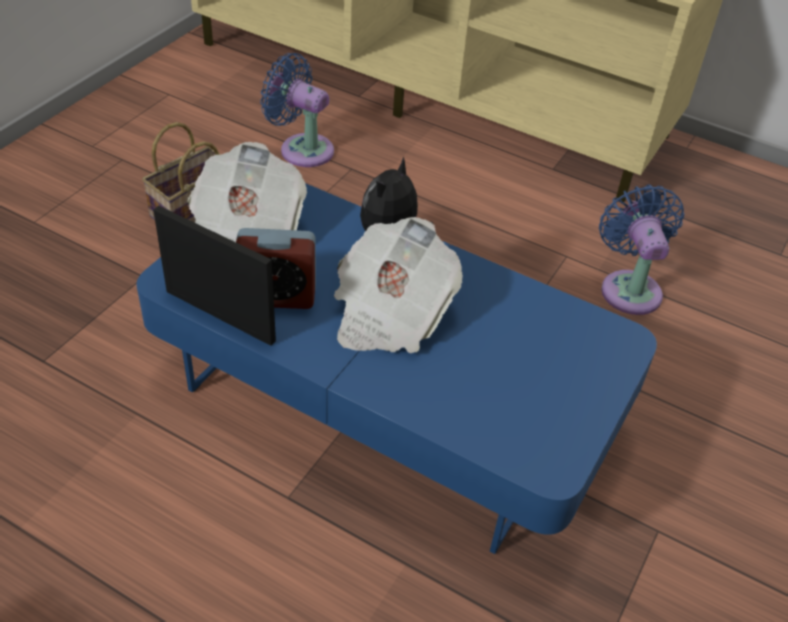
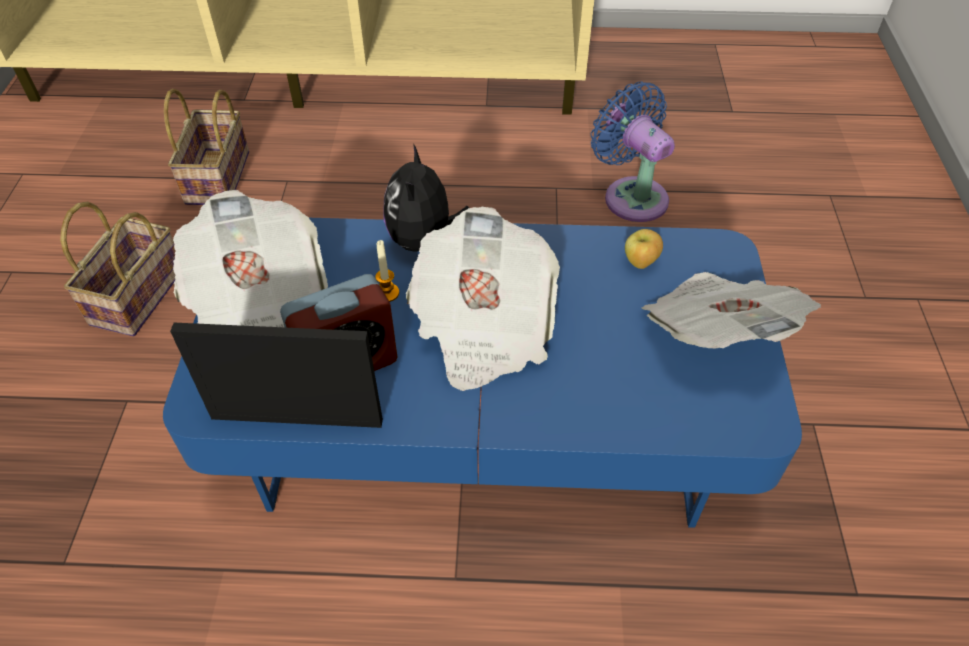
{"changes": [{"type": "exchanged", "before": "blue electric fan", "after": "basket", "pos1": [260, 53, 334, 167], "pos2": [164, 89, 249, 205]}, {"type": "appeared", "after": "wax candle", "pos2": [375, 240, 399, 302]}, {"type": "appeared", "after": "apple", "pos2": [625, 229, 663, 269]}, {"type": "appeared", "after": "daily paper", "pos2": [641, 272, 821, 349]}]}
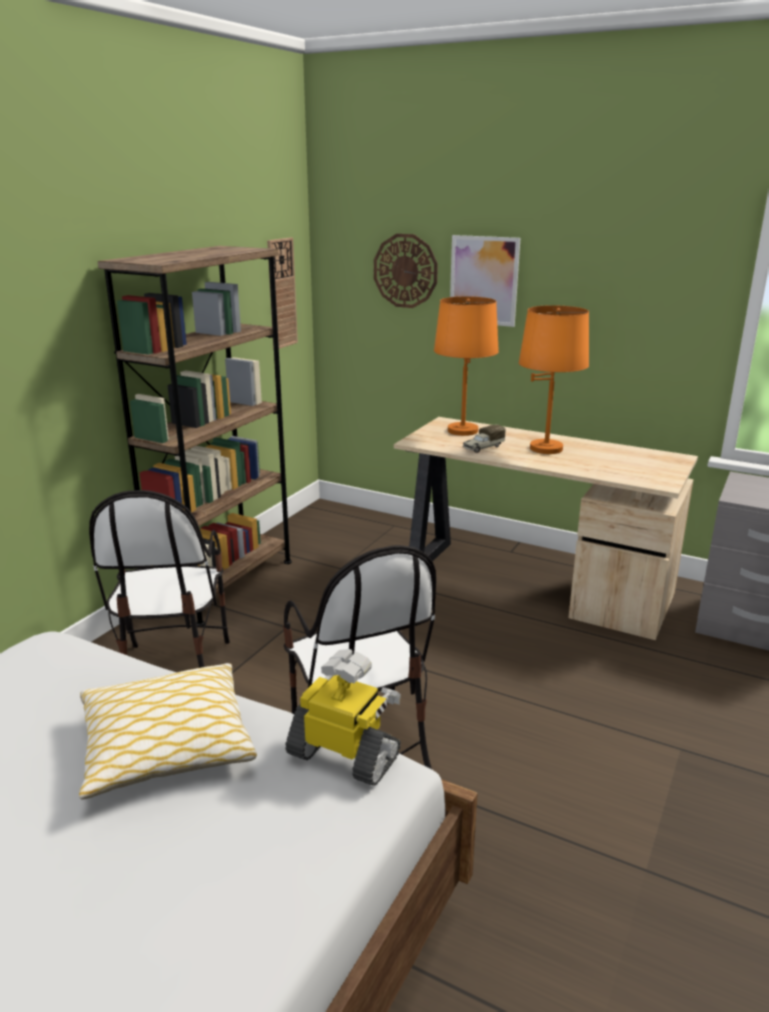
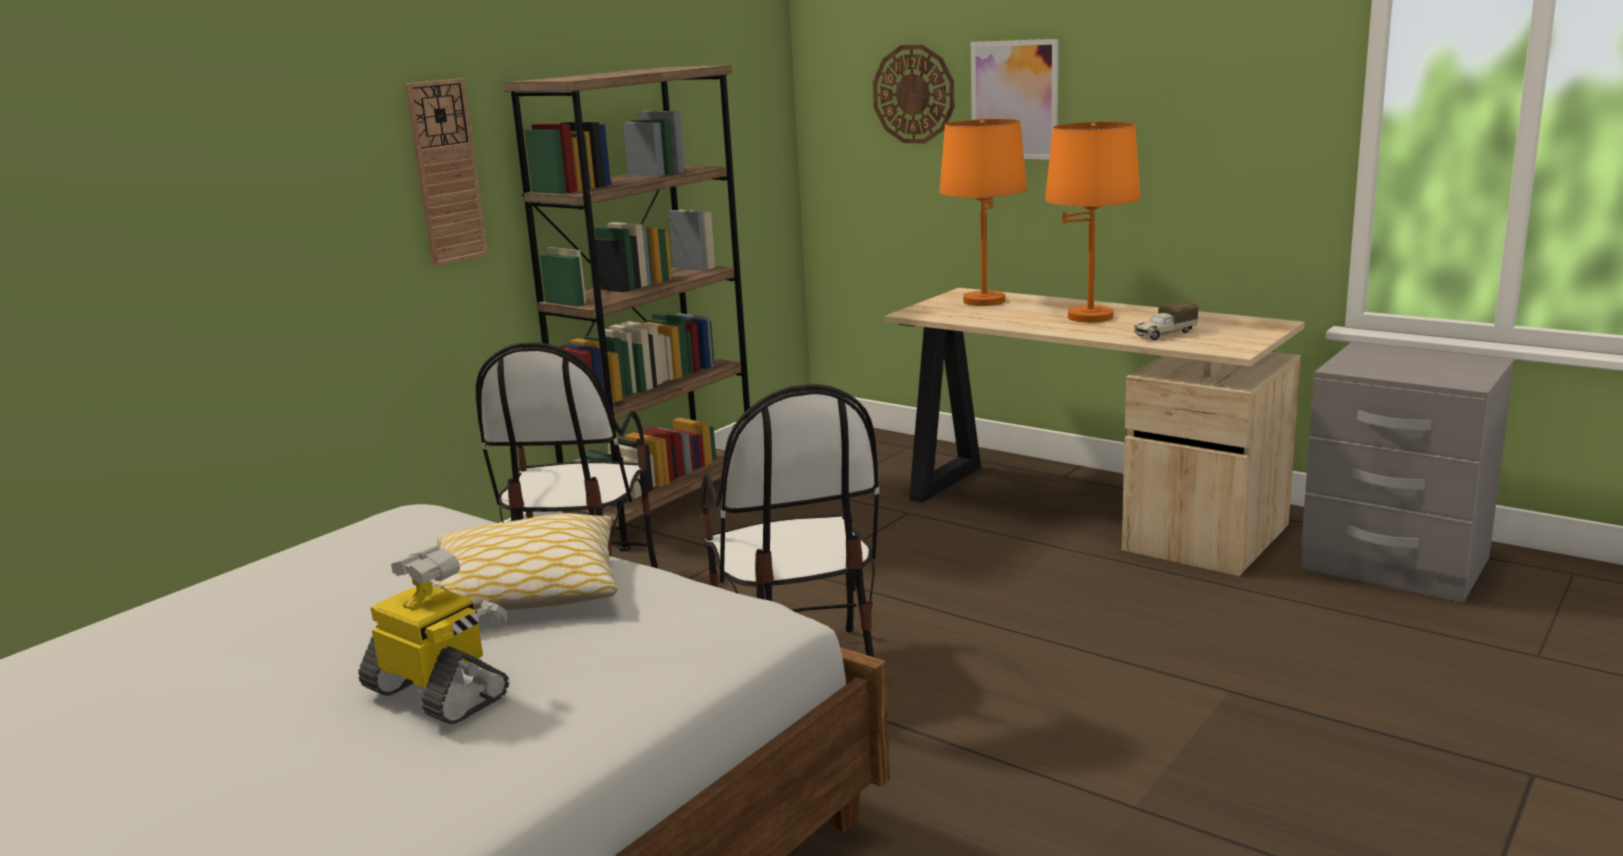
{"changes": [{"type": "relocated", "before": "clock on the wall", "pos1": [267, 237, 298, 349], "pos2": [405, 78, 488, 267]}, {"type": "relocated", "before": "model robot", "pos1": [285, 649, 401, 786], "pos2": [358, 545, 509, 724]}, {"type": "relocated", "before": "toy truck", "pos1": [463, 425, 506, 453], "pos2": [1134, 301, 1199, 340]}]}
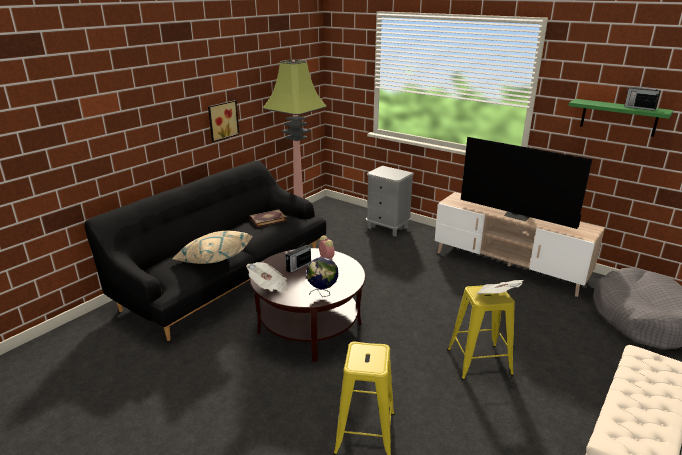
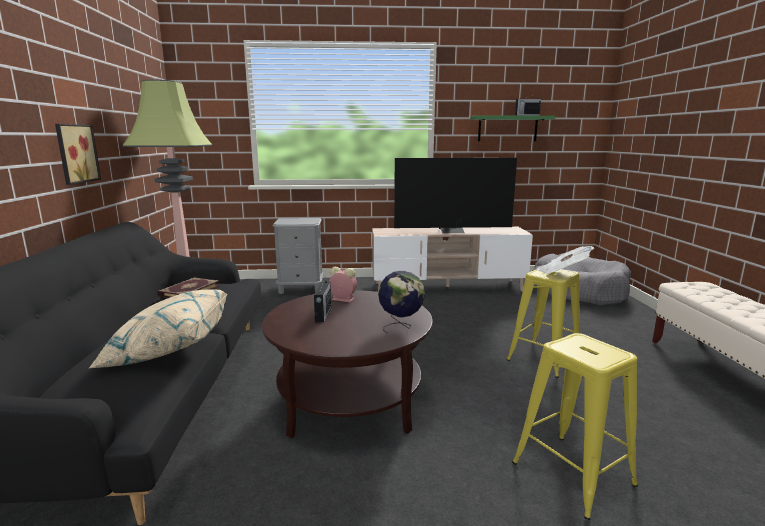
{"changes": [{"type": "missing", "before": "daily paper", "pos1": [246, 262, 288, 293]}]}
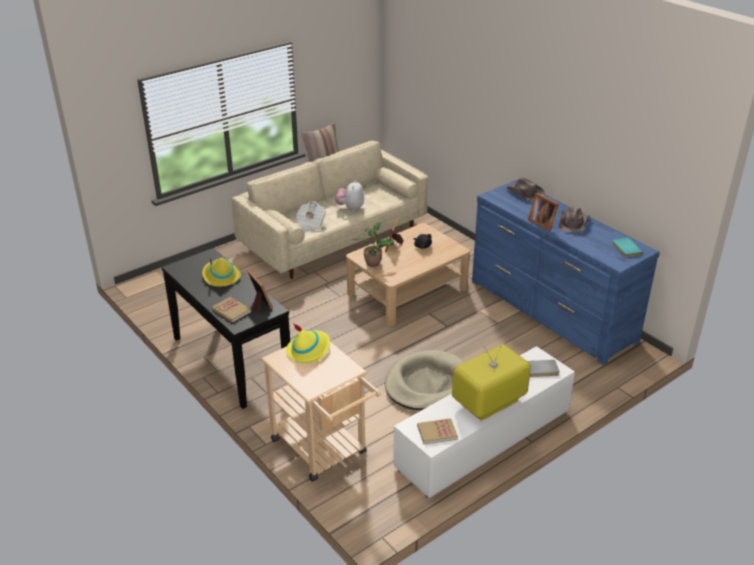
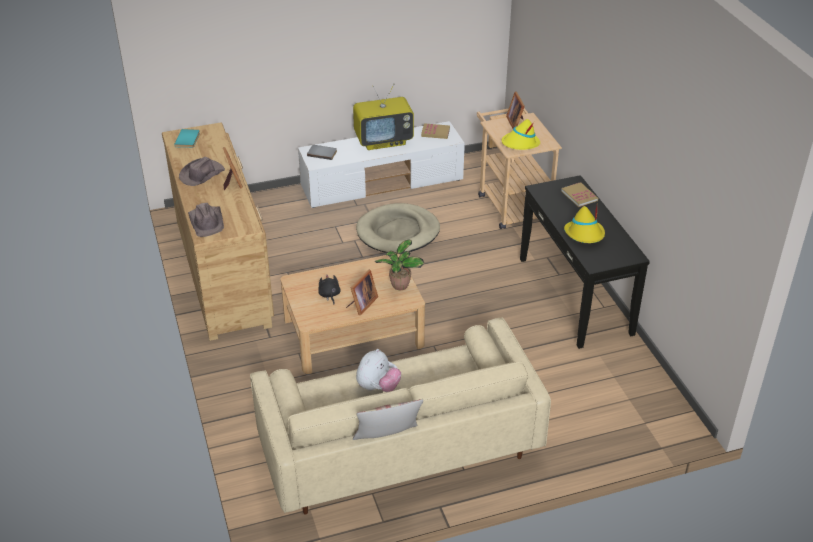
{"changes": [{"type": "relocated", "before": "standing frame", "pos1": [247, 270, 273, 313], "pos2": [506, 92, 525, 129]}, {"type": "missing", "before": "daily paper", "pos1": [296, 201, 326, 233]}, {"type": "colour", "before": "blue dresser", "after": "brown-coloured dresser", "pos1": [472, 180, 660, 365], "pos2": [162, 123, 274, 341]}]}
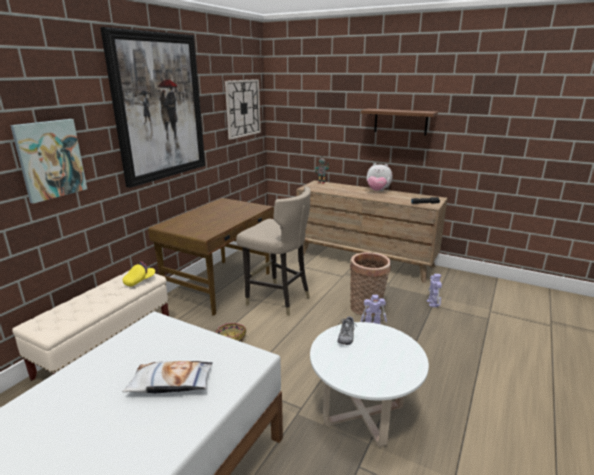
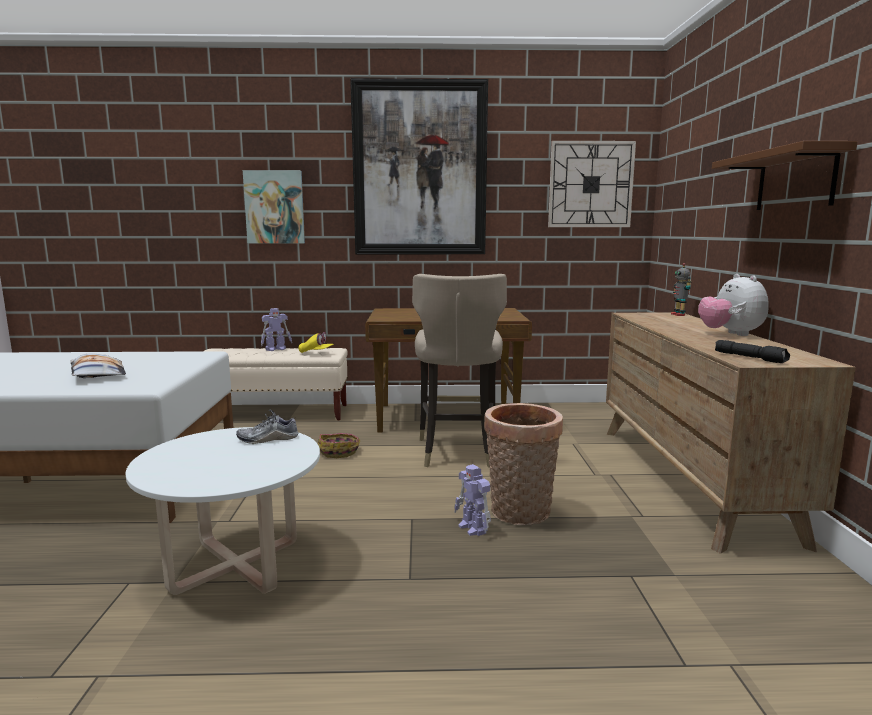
{"changes": [{"type": "relocated", "before": "model robot", "pos1": [427, 274, 442, 307], "pos2": [261, 308, 292, 351]}]}
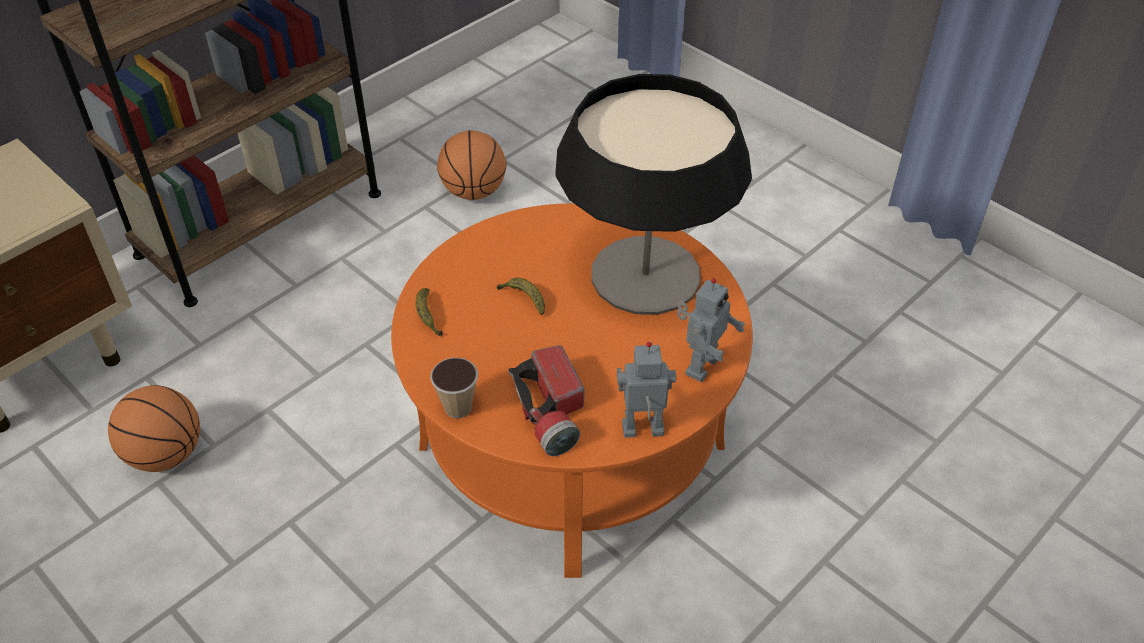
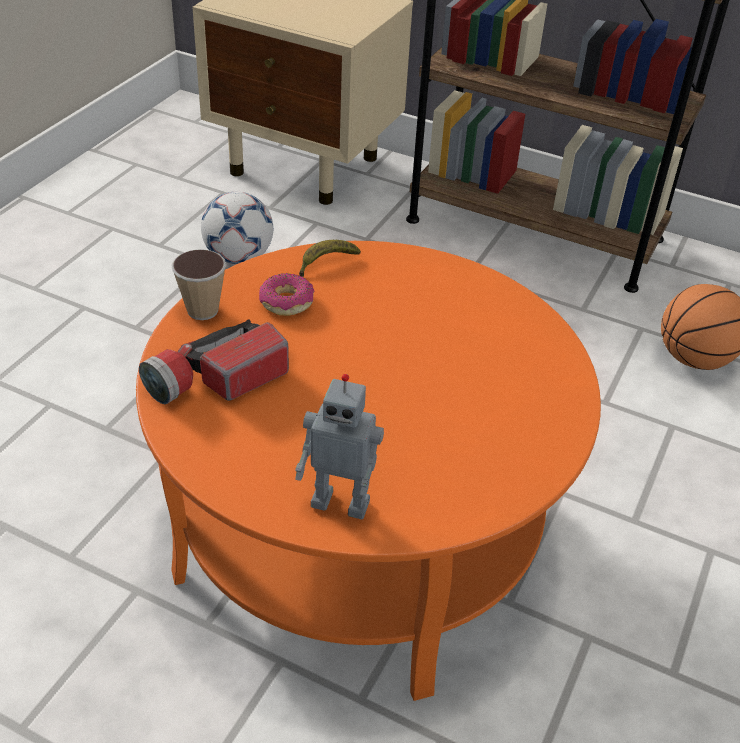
{"changes": [{"type": "exchanged", "before": "basketball", "after": "football ball", "pos1": [108, 385, 200, 472], "pos2": [201, 192, 273, 264]}, {"type": "missing", "before": "banana fruit", "pos1": [496, 278, 545, 315]}, {"type": "missing", "before": "tabletop lamp", "pos1": [556, 74, 752, 315]}, {"type": "missing", "before": "model robot", "pos1": [617, 342, 676, 438]}, {"type": "appeared", "after": "donut", "pos2": [259, 273, 315, 316]}]}
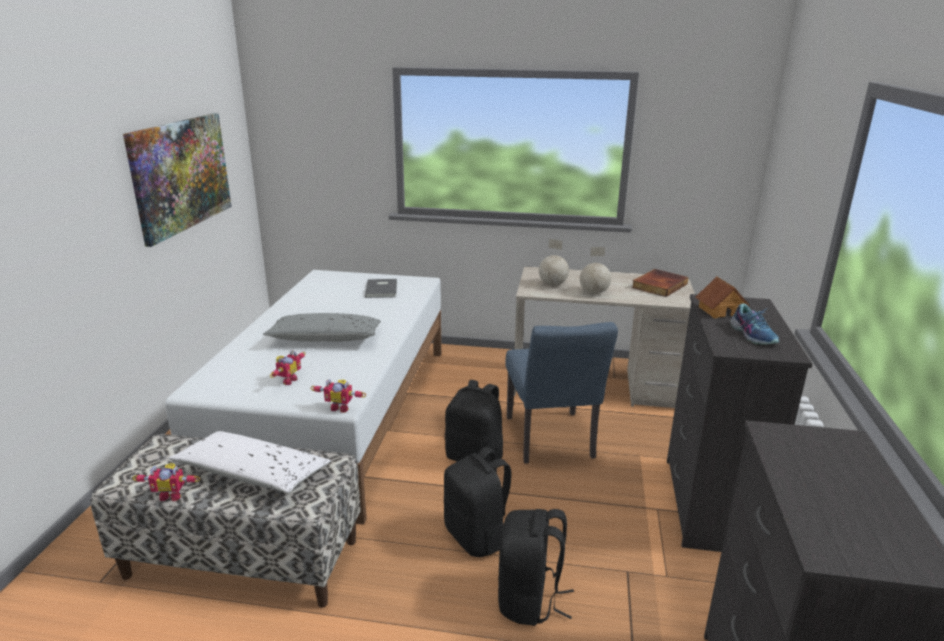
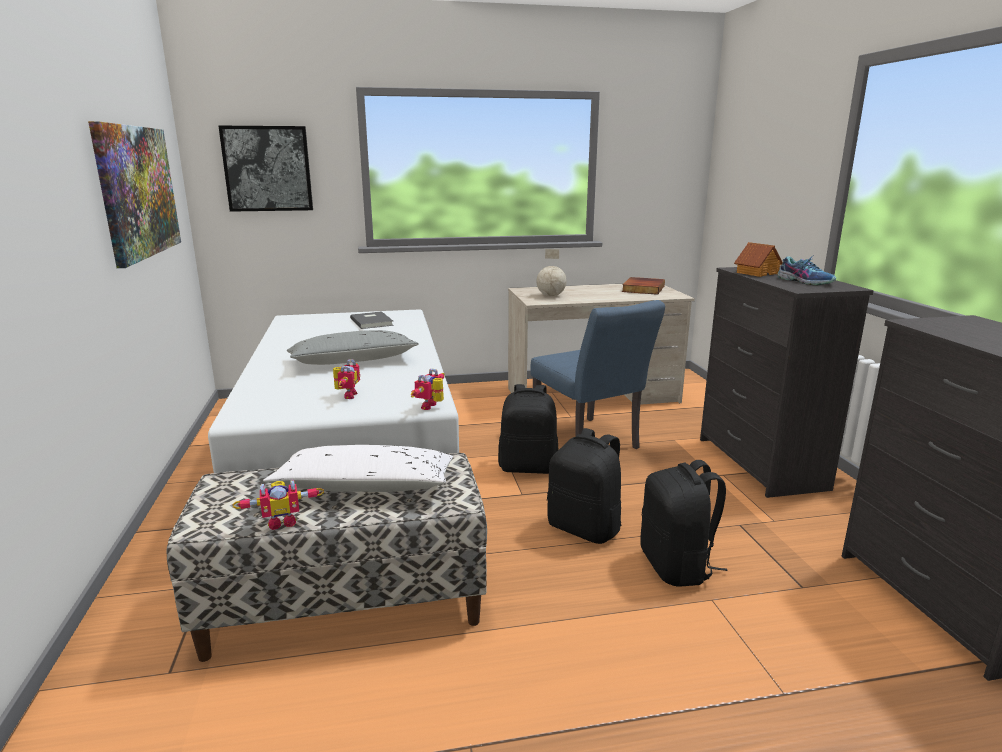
{"changes": [{"type": "spun", "before": "model robot", "pos1": [310, 379, 366, 413], "pos2": [410, 368, 445, 410], "turn": 120}, {"type": "missing", "before": "globe", "pos1": [580, 247, 611, 294]}, {"type": "appeared", "after": "wall art", "pos2": [219, 126, 313, 212]}]}
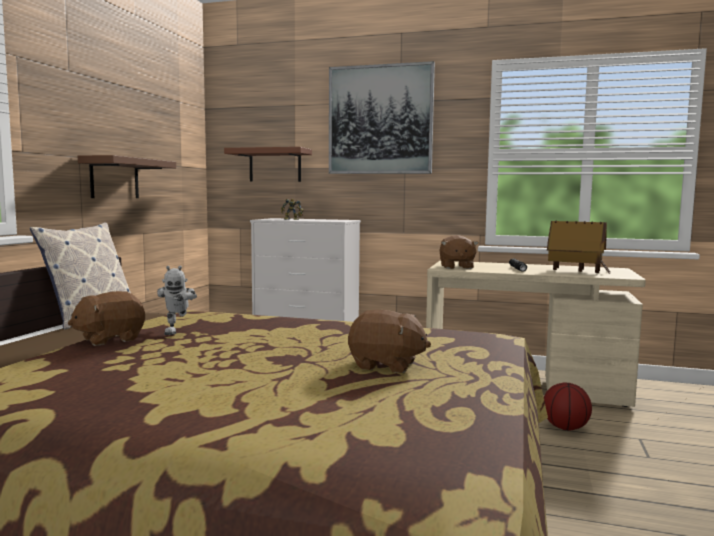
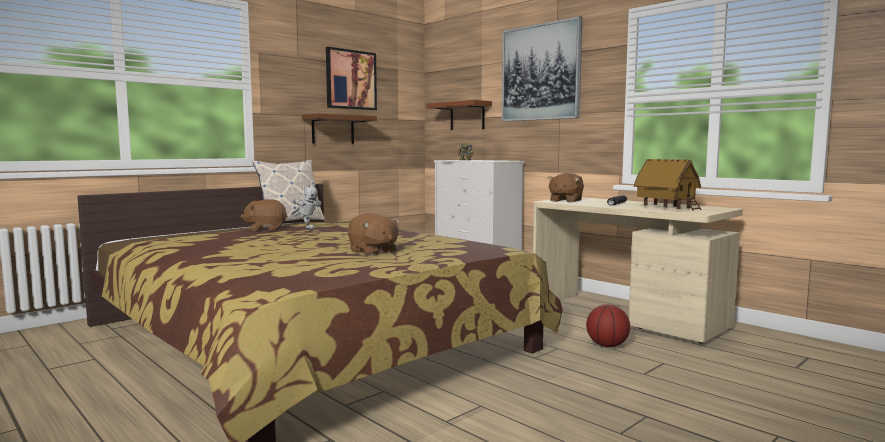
{"changes": [{"type": "spun", "before": "model robot", "pos1": [157, 266, 197, 335], "pos2": [292, 184, 322, 230], "turn": -75}, {"type": "appeared", "after": "wall art", "pos2": [326, 47, 377, 110]}]}
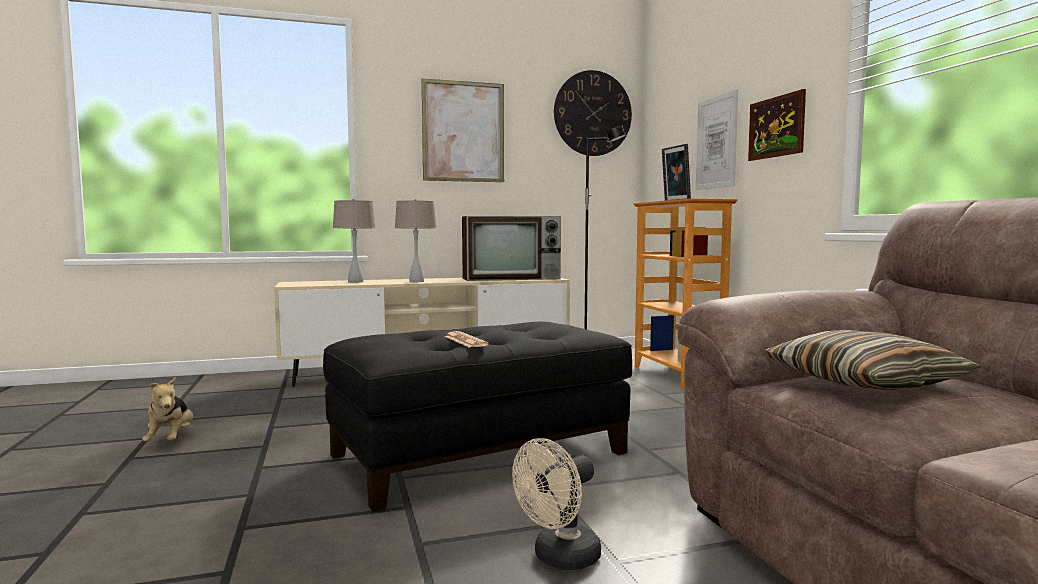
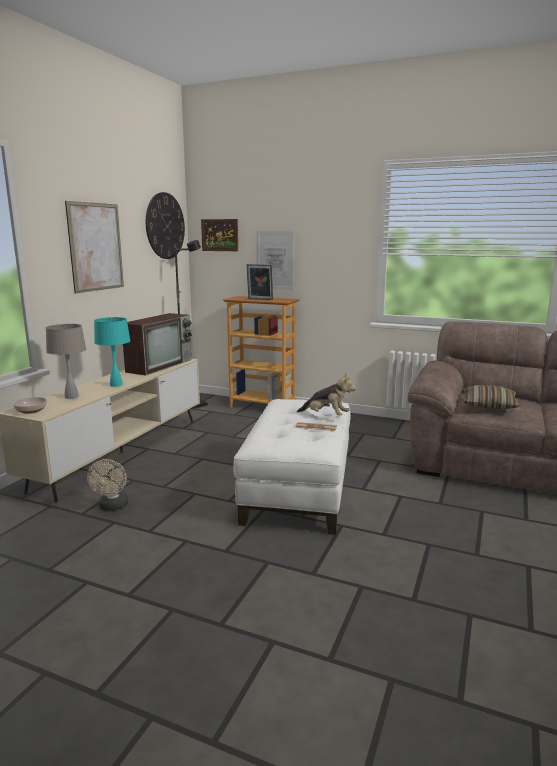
{"changes": [{"type": "relocated", "before": "cuddly toy", "pos1": [142, 377, 193, 441], "pos2": [297, 373, 356, 415]}, {"type": "colour", "before": "black ottoman", "after": "whitish ottoman", "pos1": [323, 322, 632, 511], "pos2": [234, 399, 351, 535]}, {"type": "colour", "before": "sand-coloured tabletop lamp", "after": "turquoise-coloured tabletop lamp", "pos1": [395, 199, 436, 282], "pos2": [94, 317, 130, 387]}, {"type": "relocated", "before": "sand-coloured electric fan", "pos1": [512, 438, 601, 570], "pos2": [87, 459, 129, 511]}, {"type": "relocated", "before": "wall art", "pos1": [748, 89, 806, 161], "pos2": [201, 219, 238, 251]}, {"type": "appeared", "after": "serving bowl", "pos2": [13, 397, 47, 414]}]}
